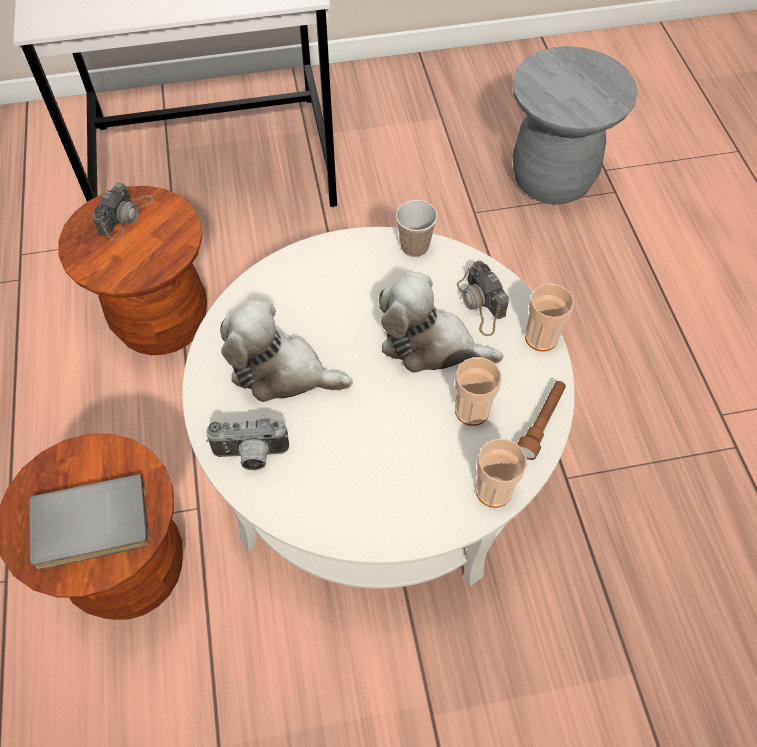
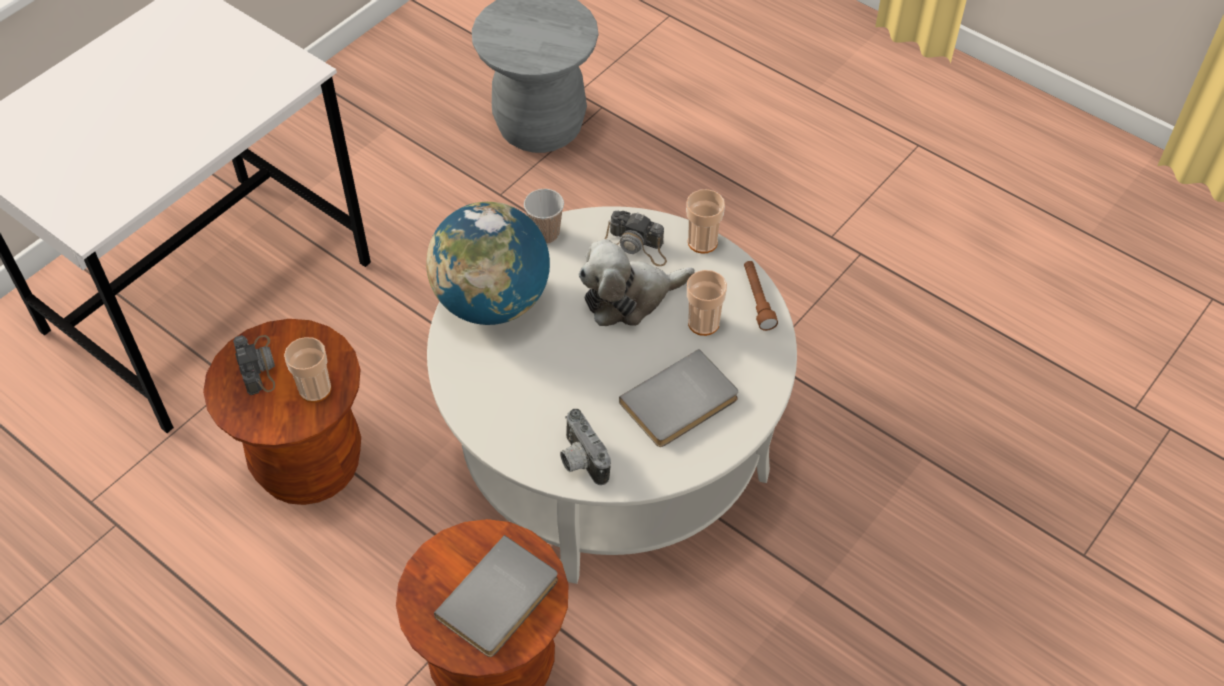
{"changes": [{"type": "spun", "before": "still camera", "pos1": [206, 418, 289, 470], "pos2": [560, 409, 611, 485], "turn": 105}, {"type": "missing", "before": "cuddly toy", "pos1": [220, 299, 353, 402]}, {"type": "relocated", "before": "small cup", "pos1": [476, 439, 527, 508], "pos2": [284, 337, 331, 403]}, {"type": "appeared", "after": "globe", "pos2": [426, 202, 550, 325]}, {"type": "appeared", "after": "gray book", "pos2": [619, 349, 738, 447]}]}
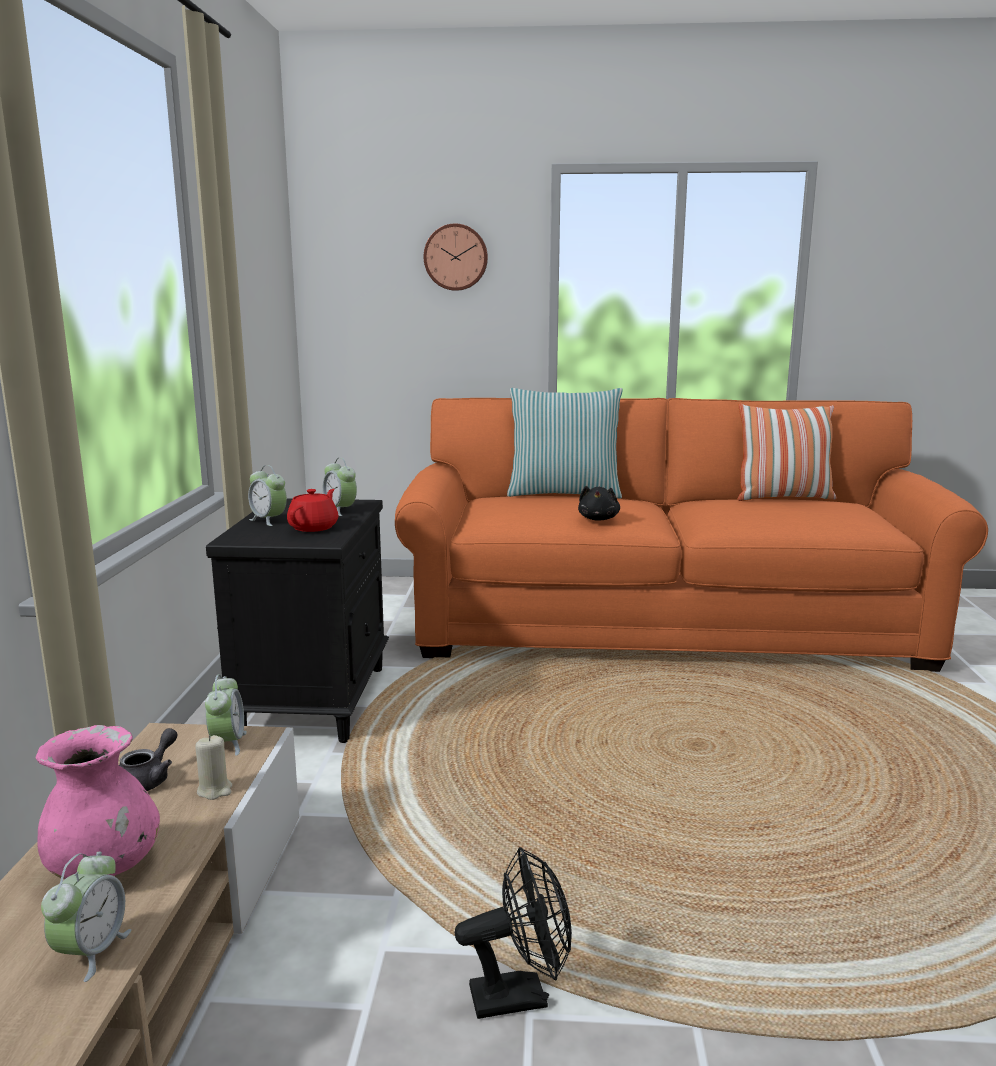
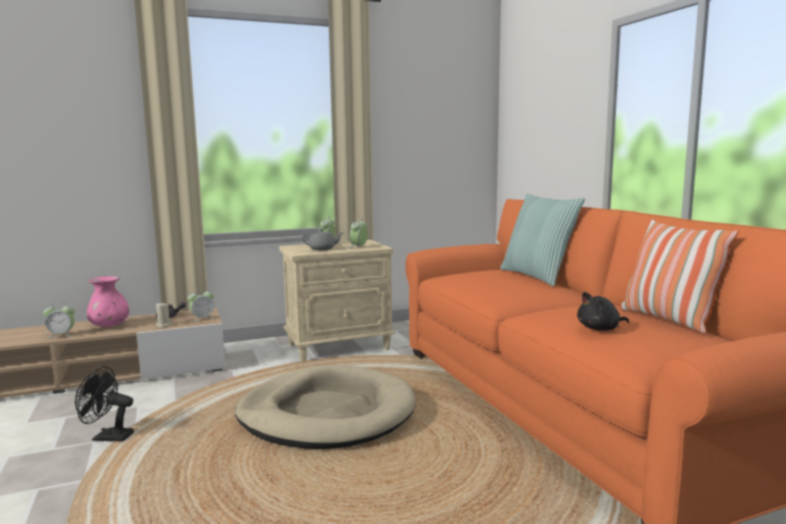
{"changes": [{"type": "colour", "before": "black bedside table", "after": "sand-coloured bedside table", "pos1": [206, 499, 389, 743], "pos2": [279, 240, 396, 362]}, {"type": "colour", "before": "red teapot", "after": "gray teapot", "pos1": [287, 489, 338, 532], "pos2": [302, 229, 343, 250]}, {"type": "missing", "before": "clock on the wall", "pos1": [424, 223, 488, 291]}, {"type": "spun", "before": "black electric fan", "pos1": [455, 847, 572, 1019], "pos2": [75, 366, 134, 442], "turn": 135}, {"type": "relocated", "before": "black cuddly toy", "pos1": [578, 486, 620, 521], "pos2": [577, 292, 629, 331]}, {"type": "appeared", "after": "sand-coloured dog bed", "pos2": [235, 365, 415, 449]}]}
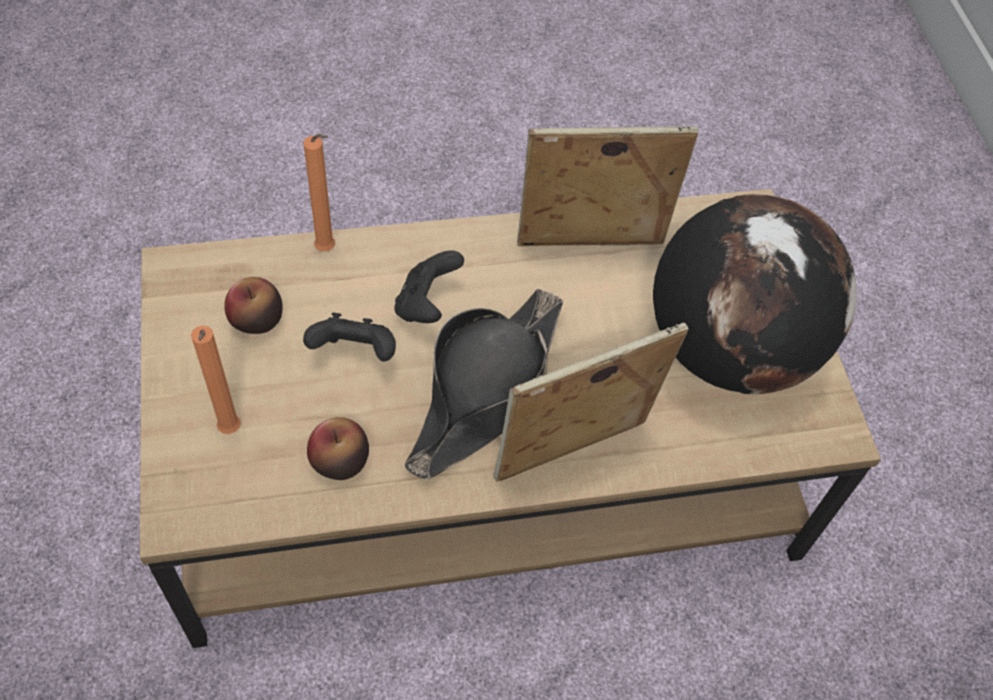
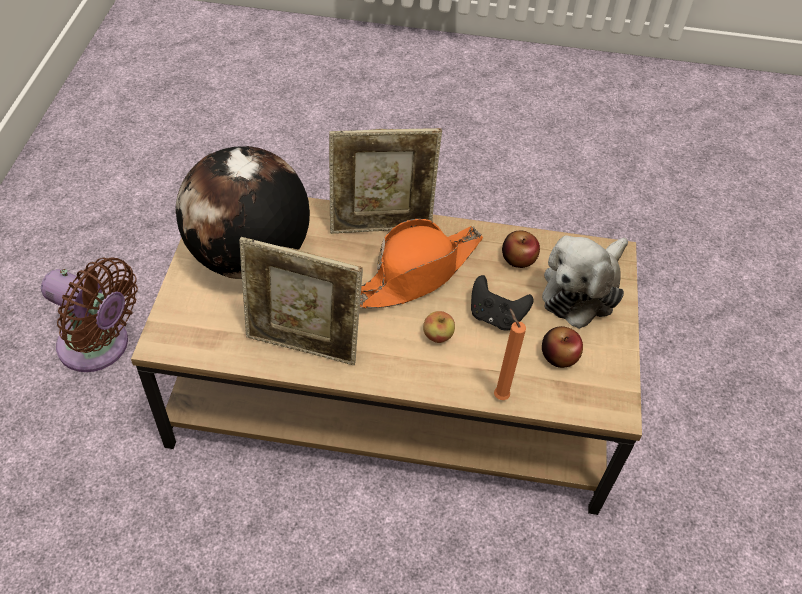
{"changes": [{"type": "exchanged", "before": "orangey wax candle", "after": "cuddly toy", "pos1": [191, 326, 241, 434], "pos2": [542, 235, 628, 329]}, {"type": "exchanged", "before": "black joypad", "after": "apple", "pos1": [395, 250, 464, 323], "pos2": [423, 311, 455, 343]}, {"type": "colour", "before": "black wearable hat", "after": "orangey wearable hat", "pos1": [404, 289, 563, 480], "pos2": [360, 219, 483, 308]}, {"type": "appeared", "after": "brown-coloured electric fan", "pos2": [41, 257, 138, 372]}]}
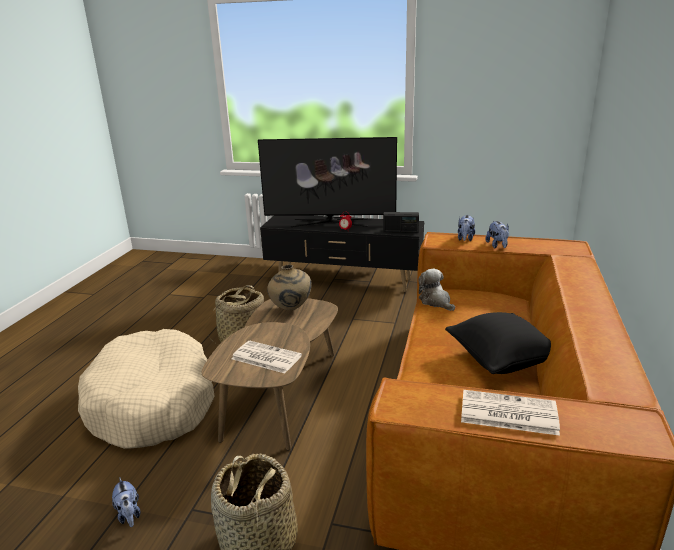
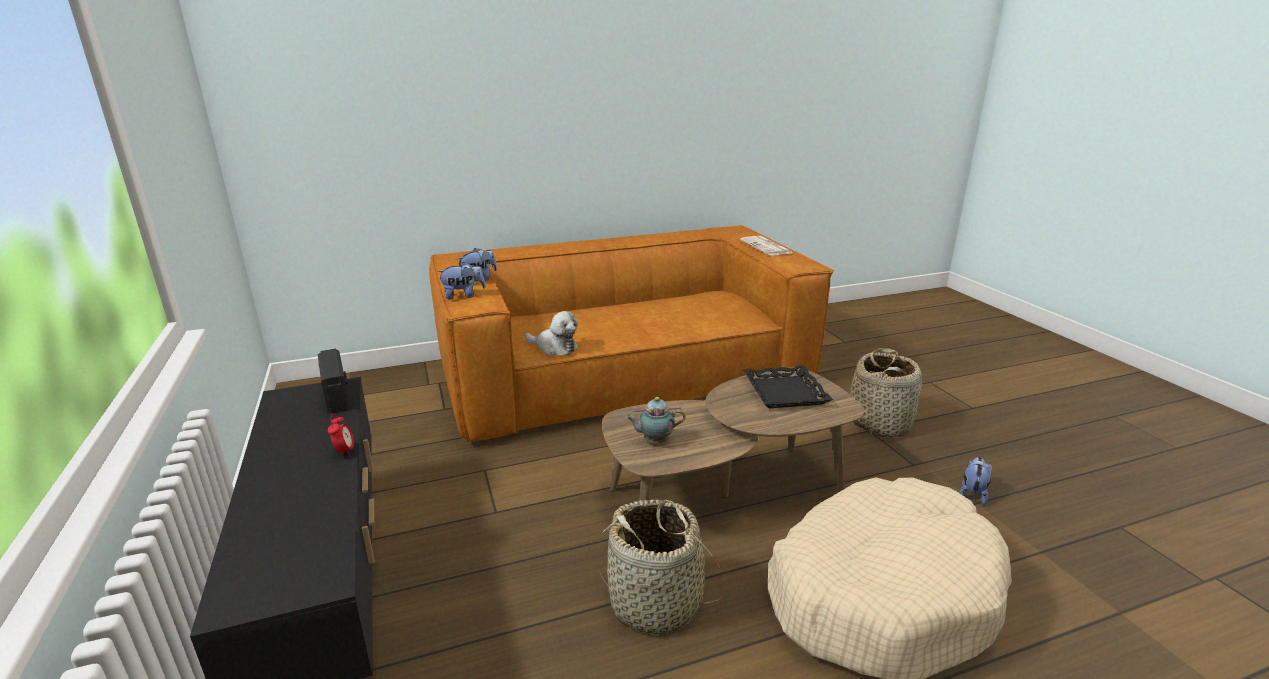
{"changes": [{"type": "exchanged", "before": "daily paper", "after": "black tray", "pos1": [232, 341, 302, 373], "pos2": [743, 365, 833, 408]}, {"type": "missing", "before": "TV set", "pos1": [258, 137, 397, 227]}, {"type": "exchanged", "before": "sand-coloured vase", "after": "teapot", "pos1": [267, 264, 312, 310], "pos2": [626, 397, 685, 443]}, {"type": "spun", "before": "cuddly toy", "pos1": [418, 269, 455, 311], "pos2": [525, 311, 578, 356], "turn": -90}, {"type": "missing", "before": "black pillow", "pos1": [445, 312, 551, 374]}]}
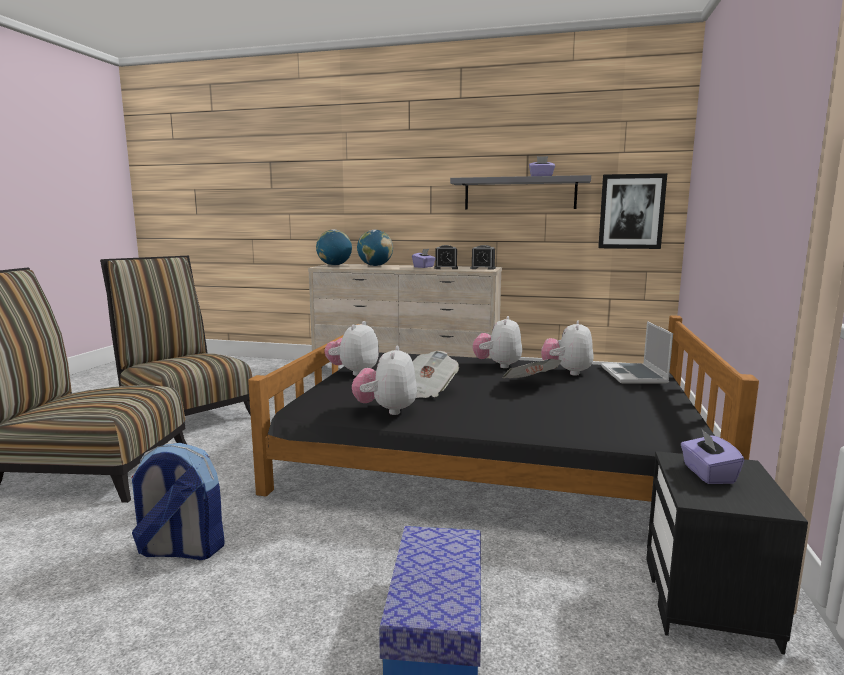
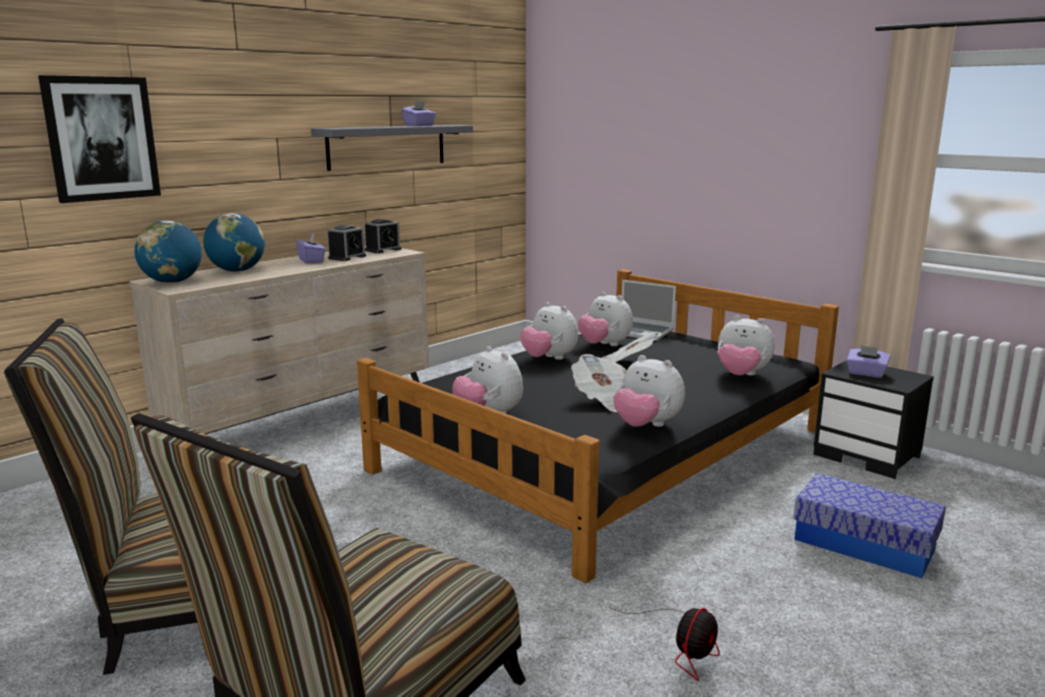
{"changes": [{"type": "exchanged", "before": "backpack", "after": "electric fan", "pos1": [131, 443, 225, 560], "pos2": [609, 607, 720, 681]}, {"type": "relocated", "before": "wall art", "pos1": [598, 173, 667, 249], "pos2": [38, 75, 161, 203]}, {"type": "appeared", "after": "cuddly toy", "pos2": [718, 316, 775, 375]}]}
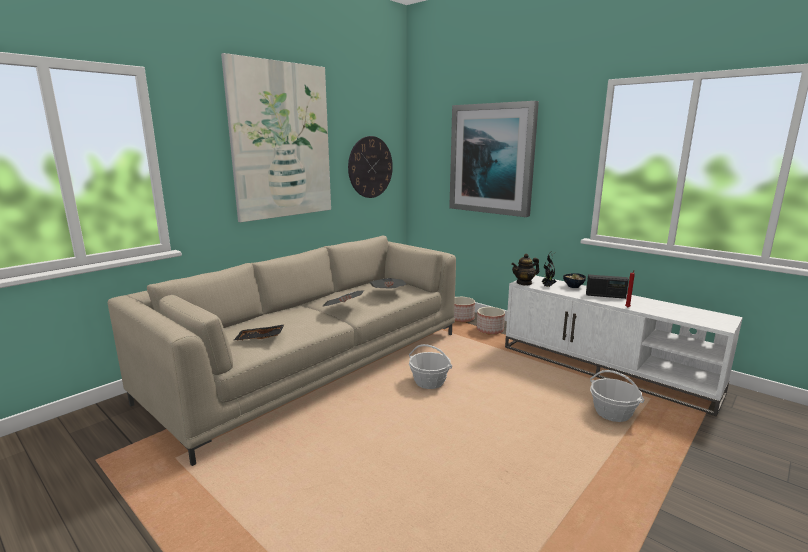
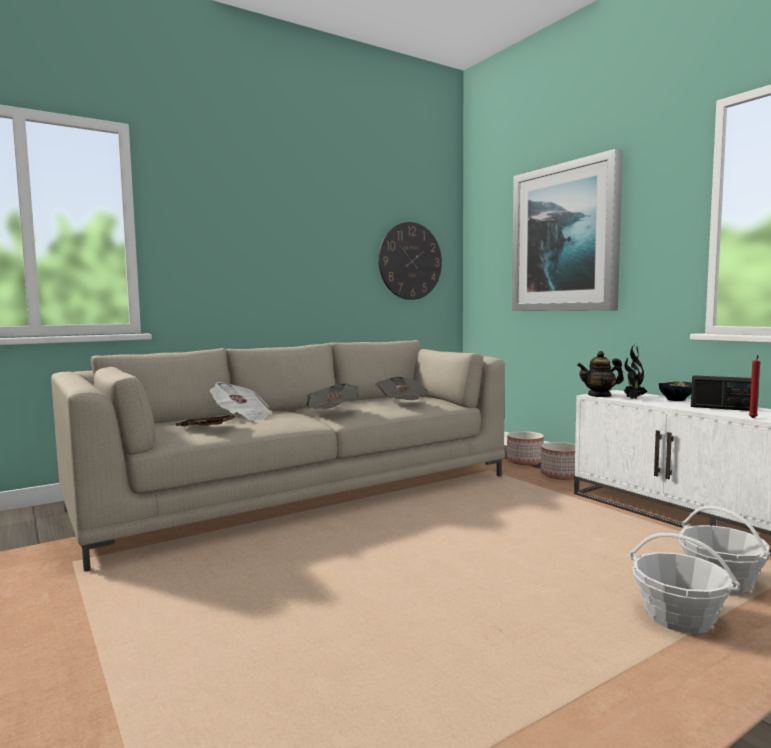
{"changes": [{"type": "missing", "before": "wall art", "pos1": [221, 53, 331, 222]}, {"type": "relocated", "before": "basket", "pos1": [409, 344, 452, 389], "pos2": [630, 533, 740, 634]}, {"type": "appeared", "after": "daily paper", "pos2": [210, 382, 272, 421]}]}
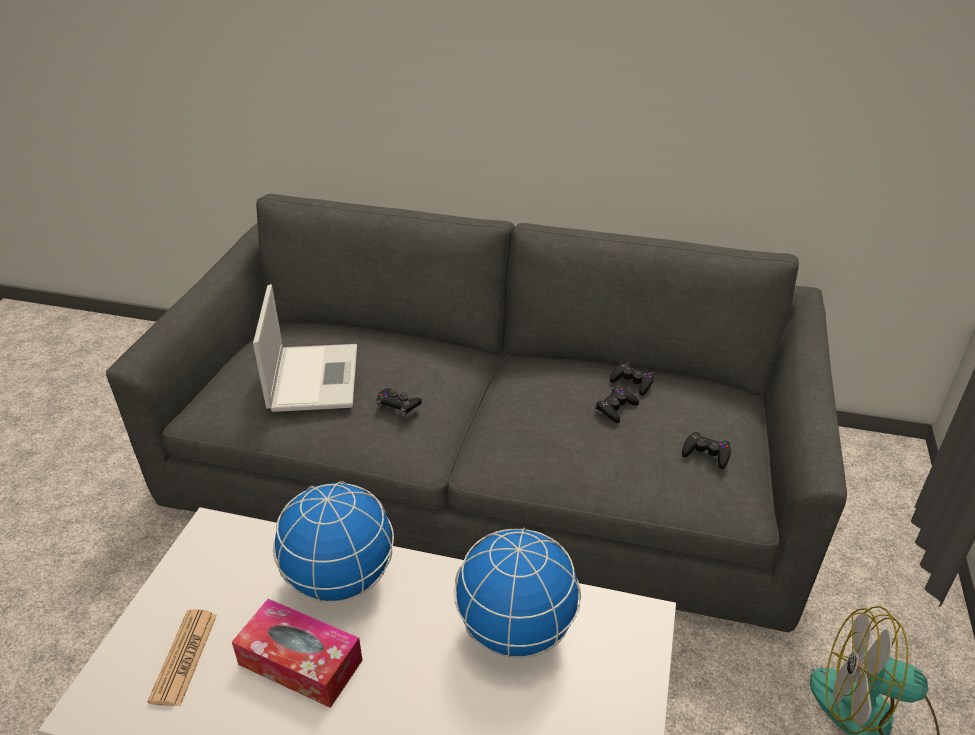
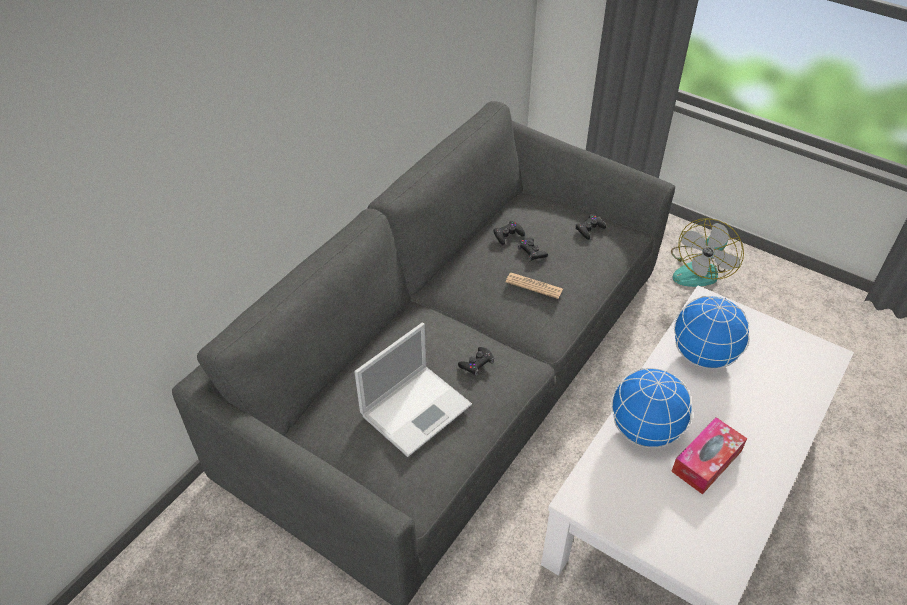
{"changes": [{"type": "relocated", "before": "daily paper", "pos1": [147, 609, 217, 706], "pos2": [505, 273, 563, 299]}, {"type": "spun", "before": "laptop", "pos1": [253, 284, 357, 412], "pos2": [354, 323, 472, 457], "turn": 120}]}
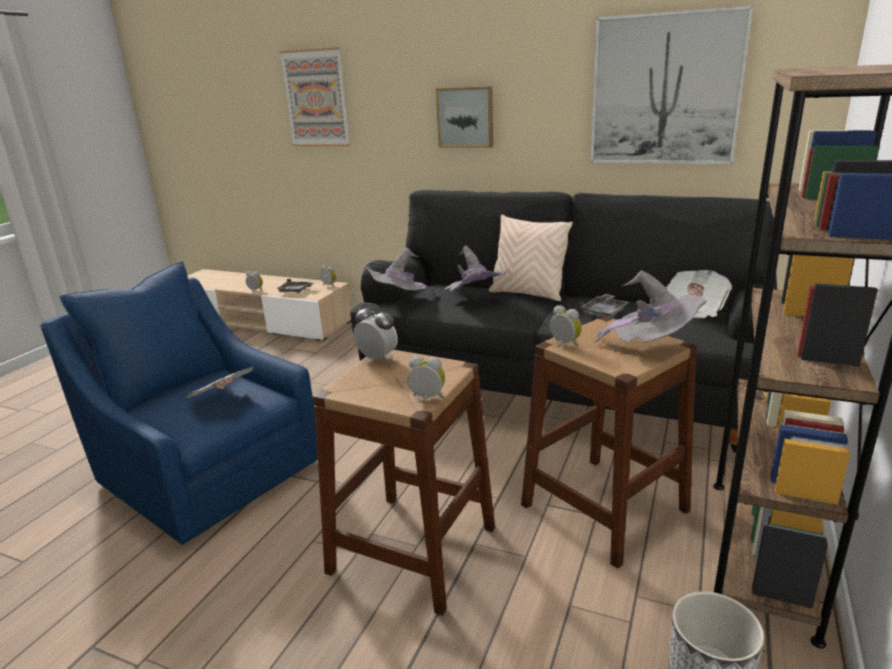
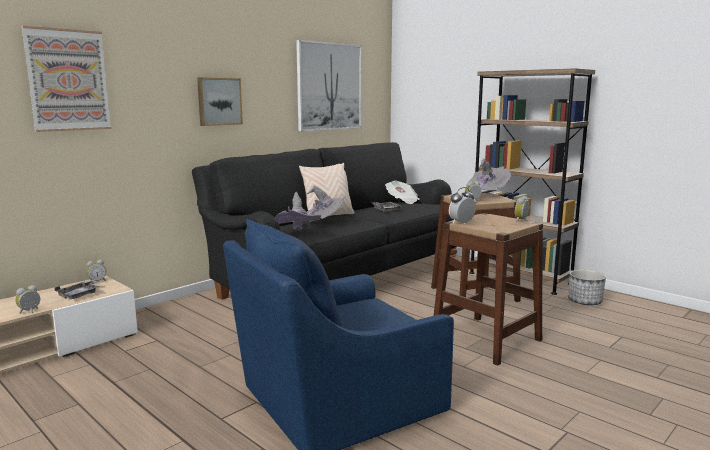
{"changes": [{"type": "missing", "before": "daily paper", "pos1": [186, 367, 253, 398]}]}
